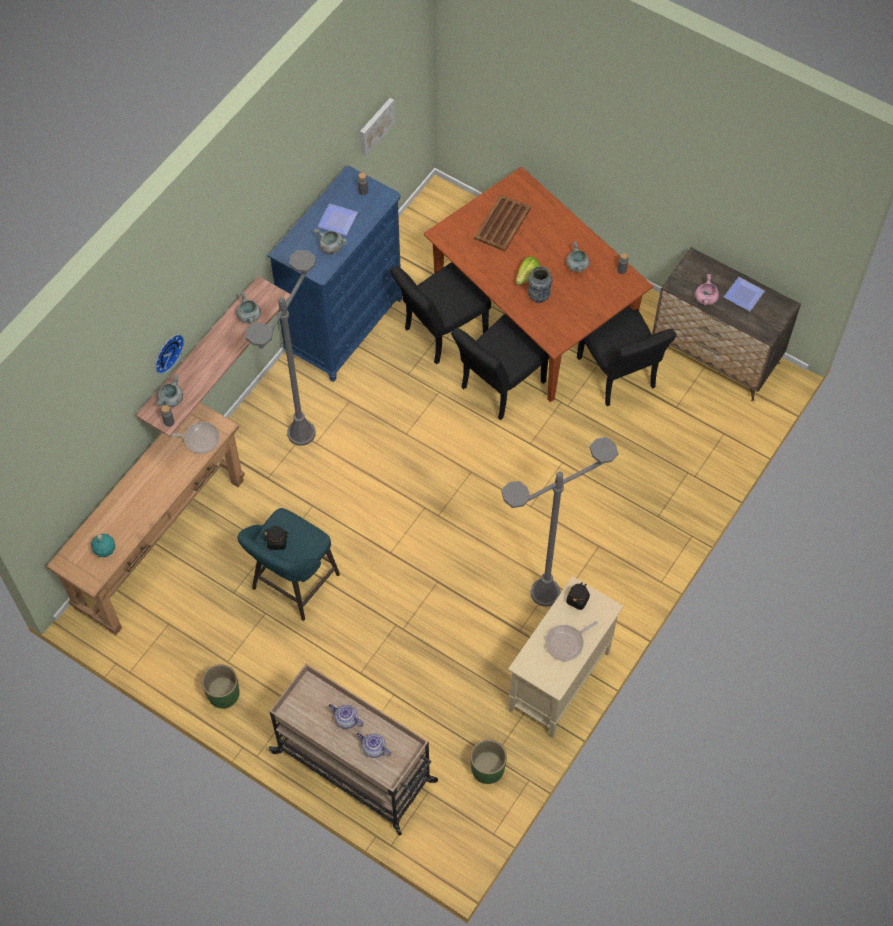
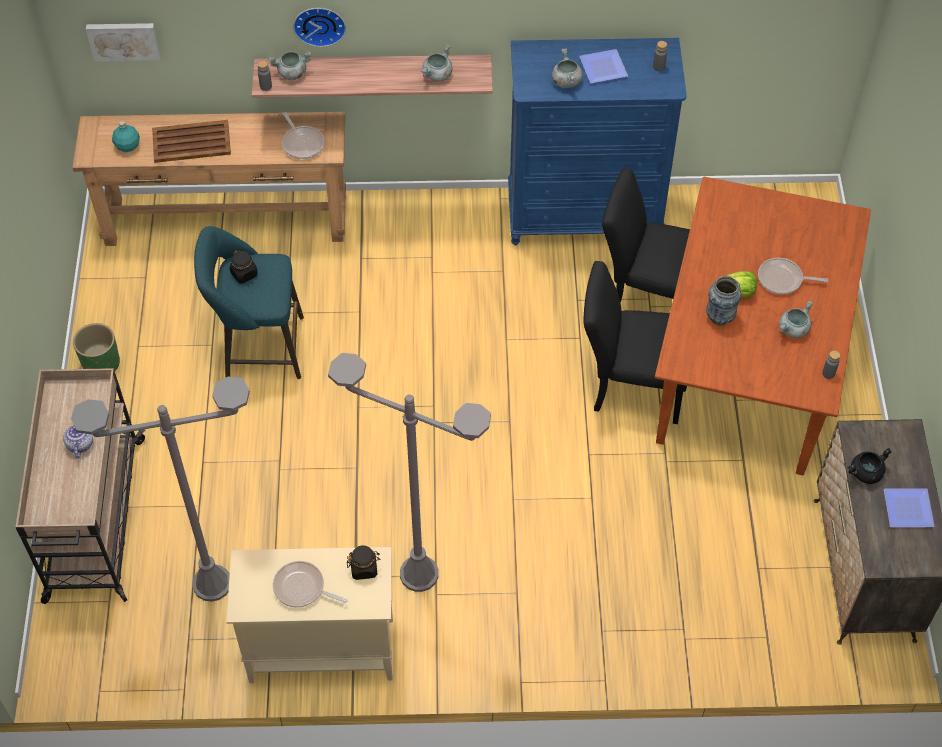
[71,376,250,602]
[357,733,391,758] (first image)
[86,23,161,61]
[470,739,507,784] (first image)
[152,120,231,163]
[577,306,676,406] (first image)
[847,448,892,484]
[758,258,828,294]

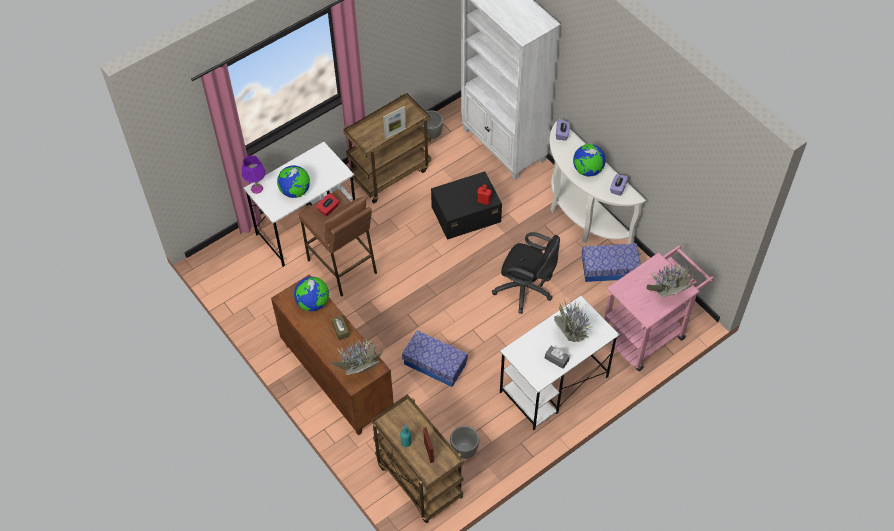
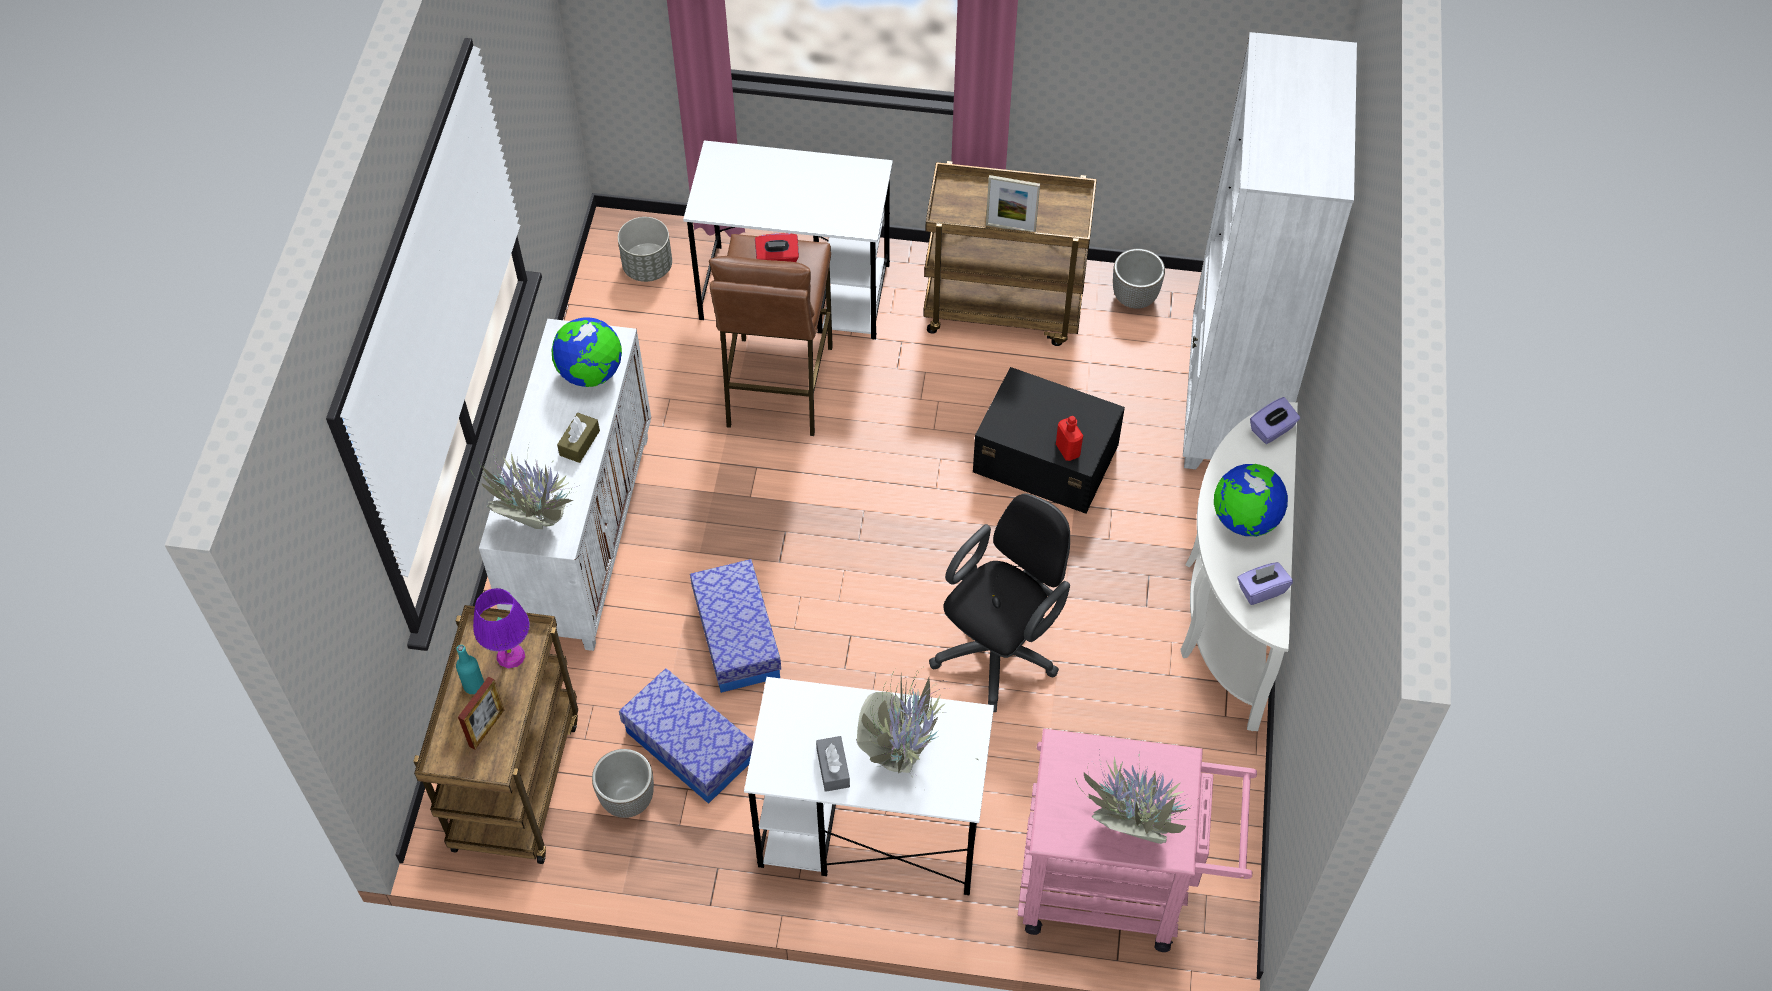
[473,588,530,669]
[479,319,651,651]
[277,165,310,198] (first image)
[929,493,1070,712]
[619,668,753,804]
[618,217,672,282]

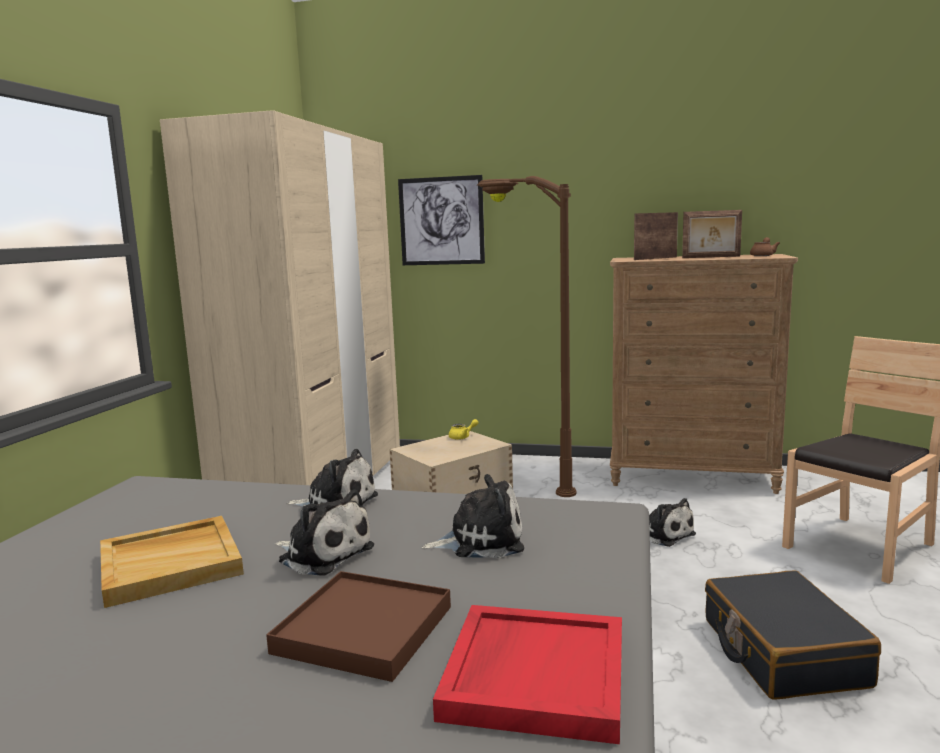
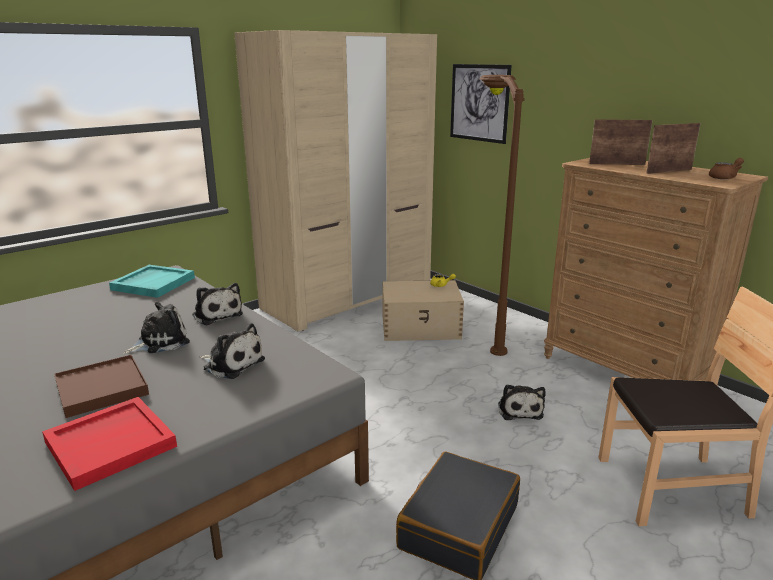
[100,516,244,608] (first image)
[123,301,190,354]
[646,123,700,174]
[109,265,195,298]

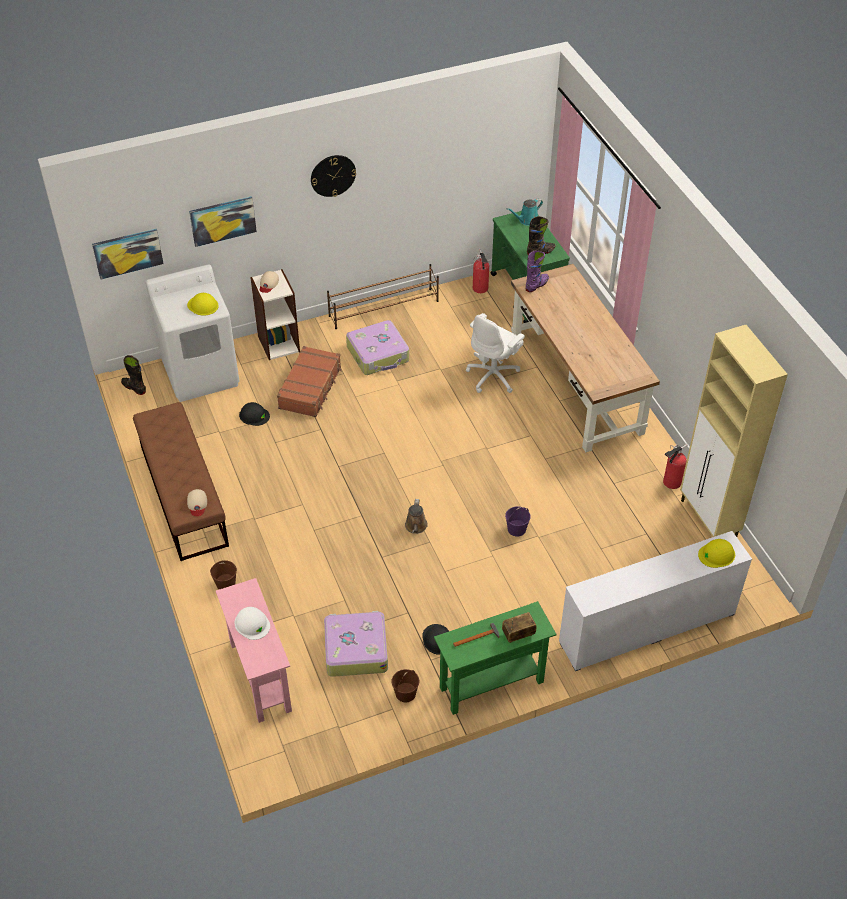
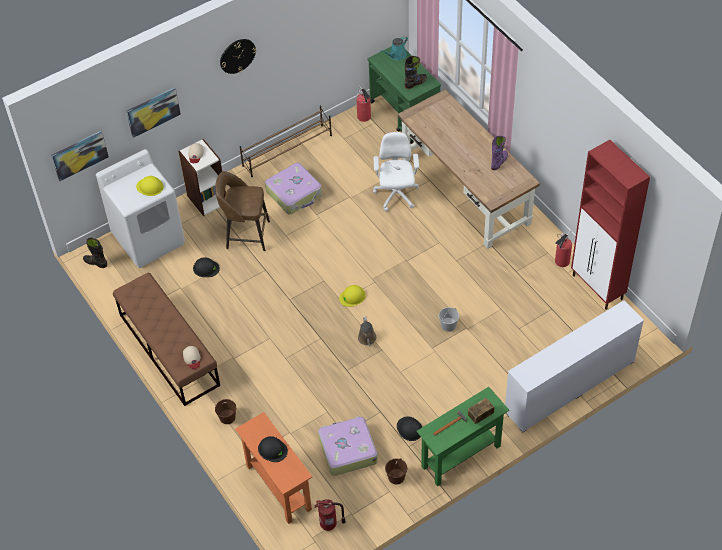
[235,412,312,524]
[258,436,288,462]
[216,171,270,251]
[373,132,419,211]
[439,307,459,332]
[491,136,508,170]
[571,140,650,310]
[339,285,366,307]
[315,499,346,531]

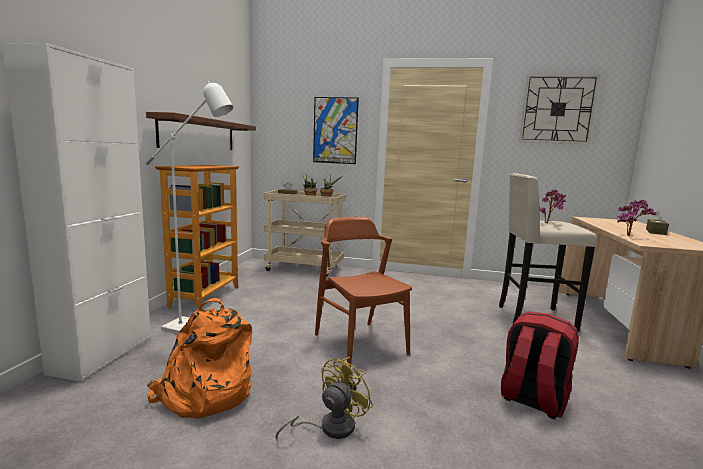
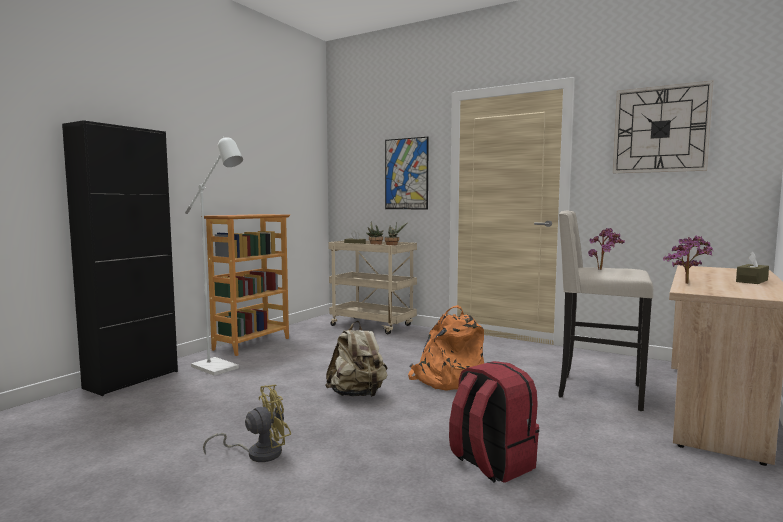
[62,120,178,396]
[146,112,256,150] (first image)
[408,305,484,390]
[325,321,388,397]

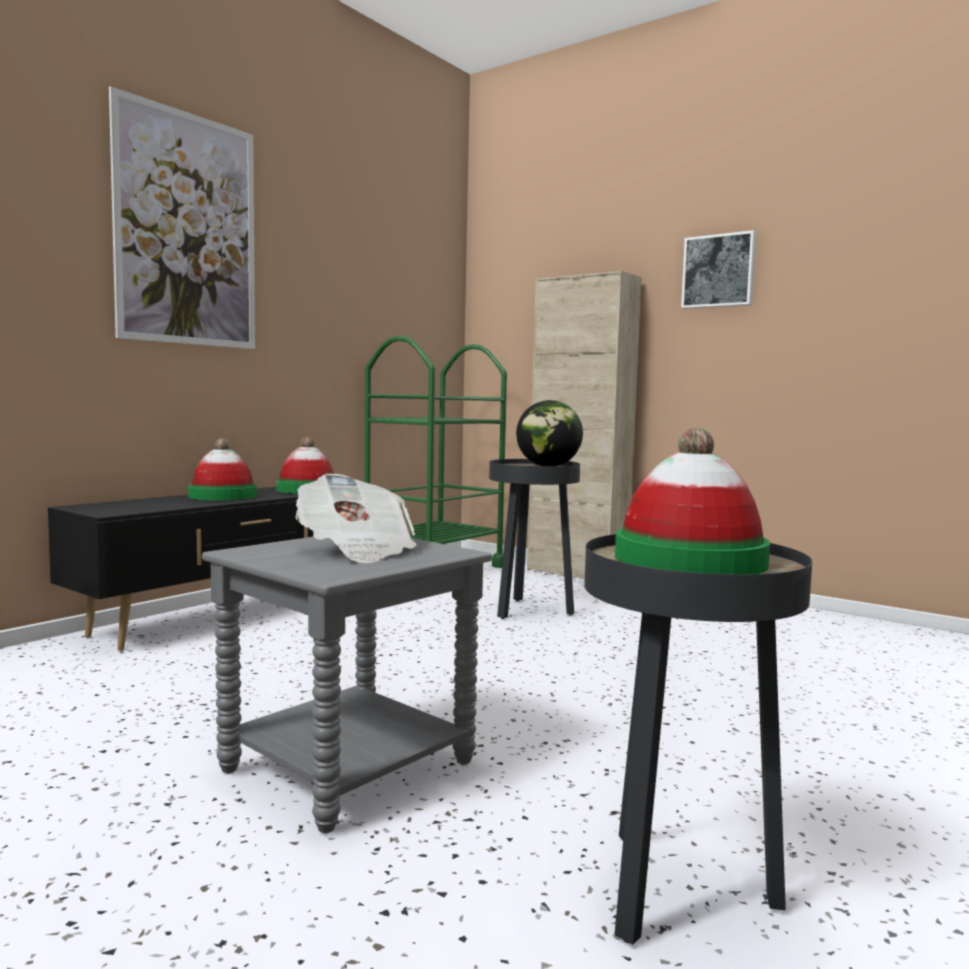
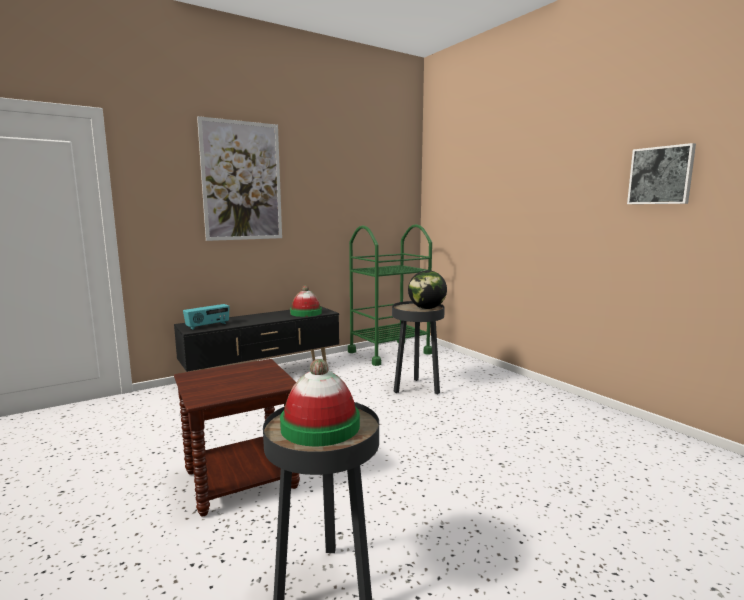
[188,438,257,501] (first image)
[174,359,300,516]
[296,474,417,563] (first image)
[527,271,641,579] (first image)
[627,143,696,204]
[183,304,230,330]

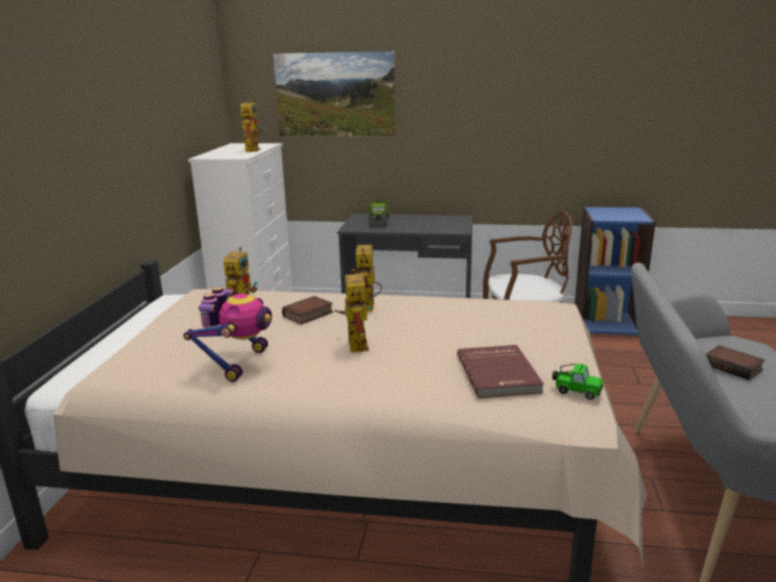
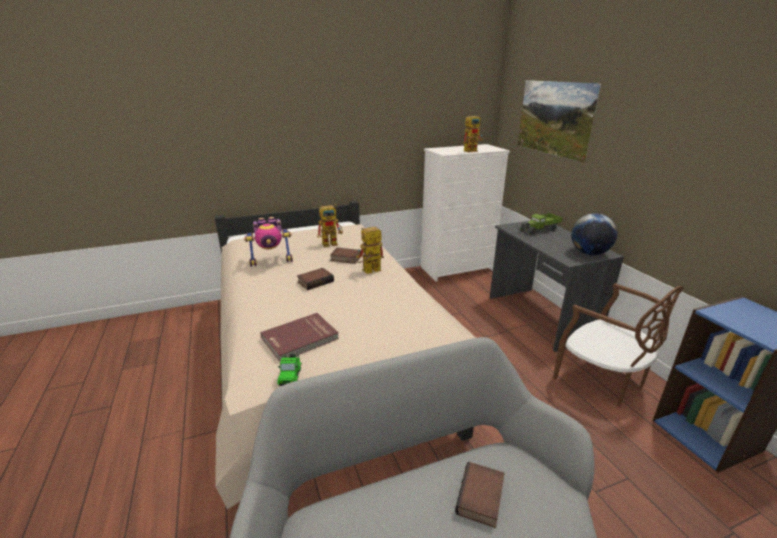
[297,268,334,290]
[571,213,618,255]

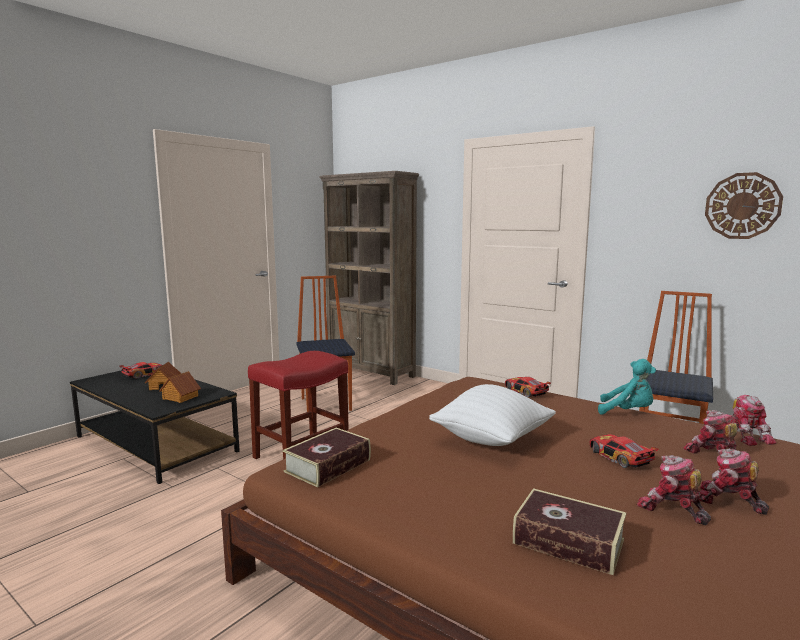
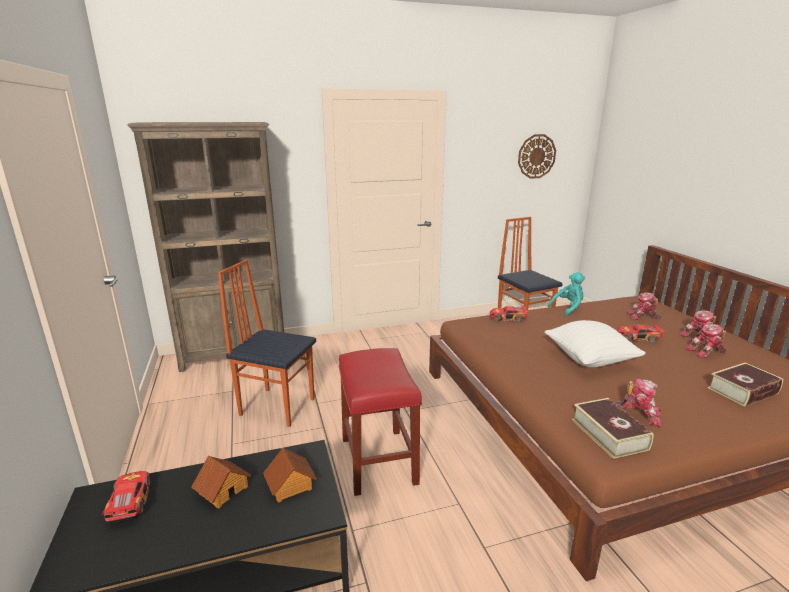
[615,379,661,427]

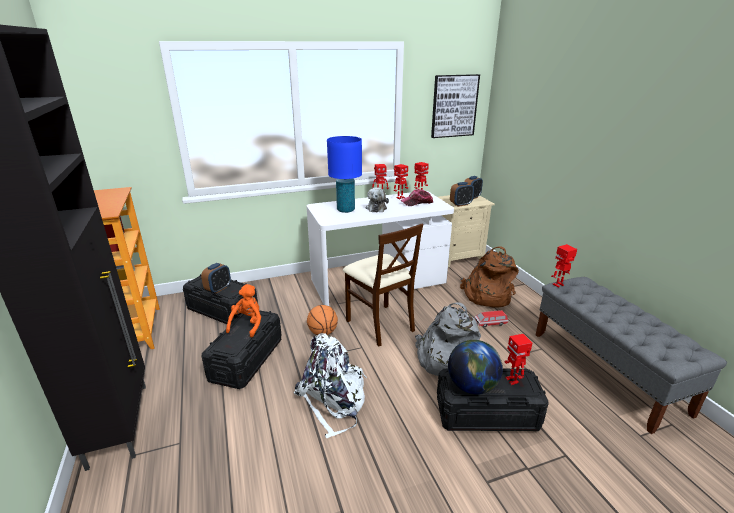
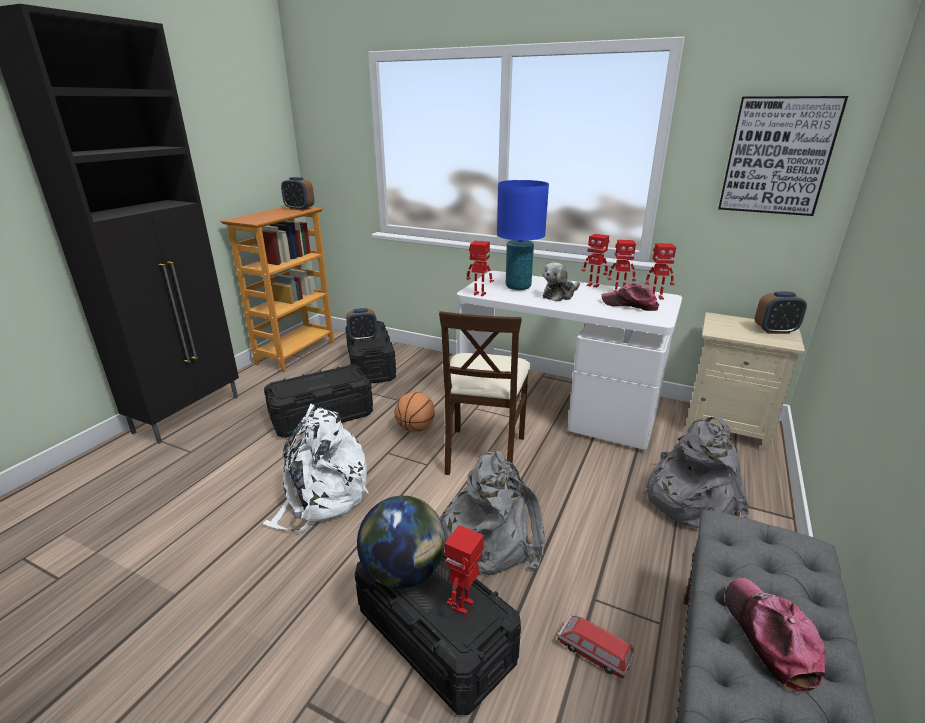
[226,284,261,337] (first image)
[281,177,314,210]
[643,417,749,528]
[556,614,634,680]
[467,241,494,296]
[725,578,826,693]

